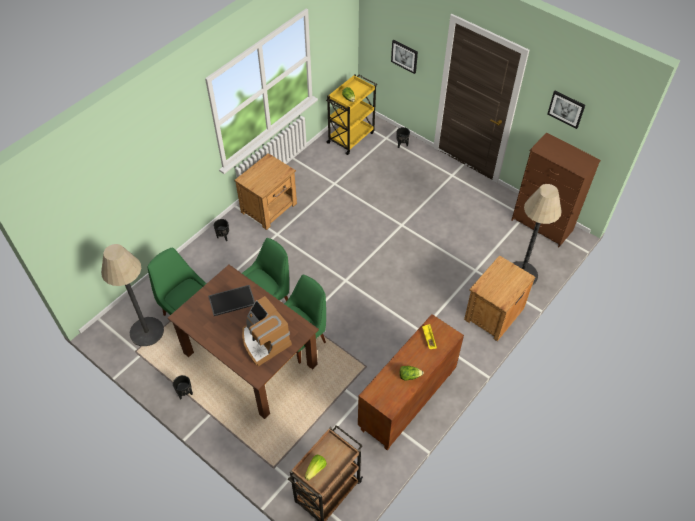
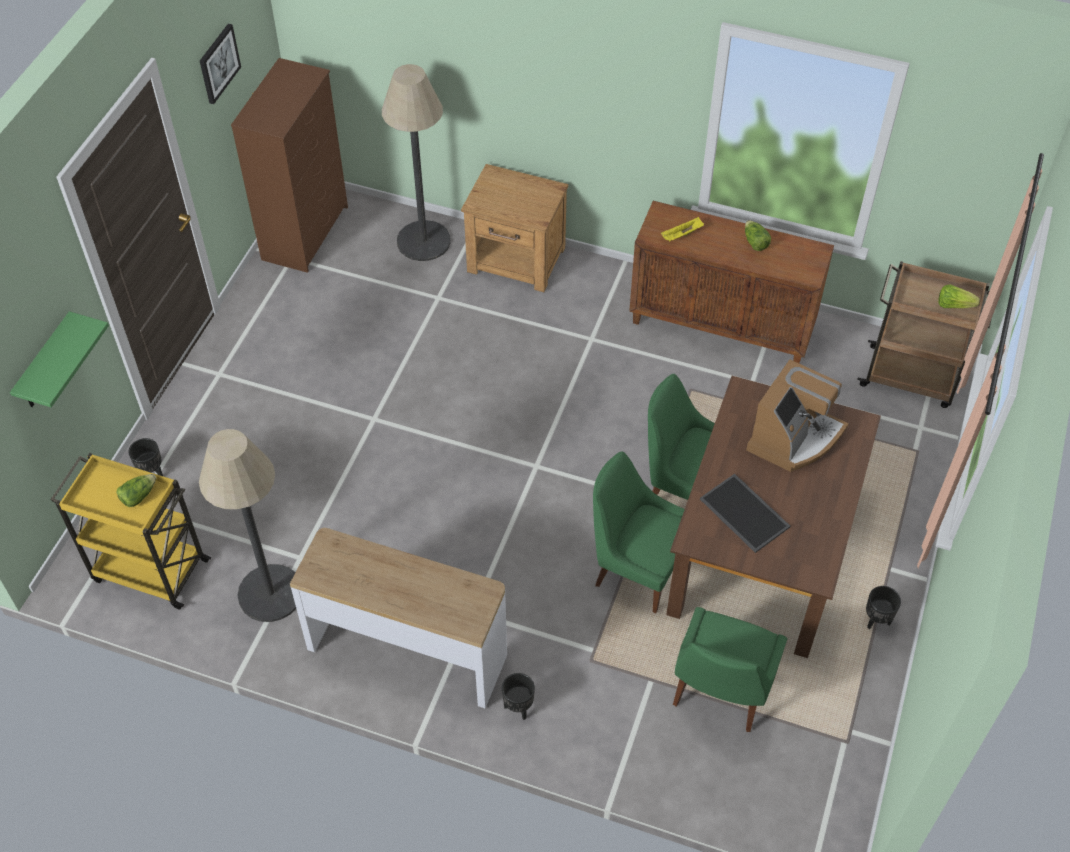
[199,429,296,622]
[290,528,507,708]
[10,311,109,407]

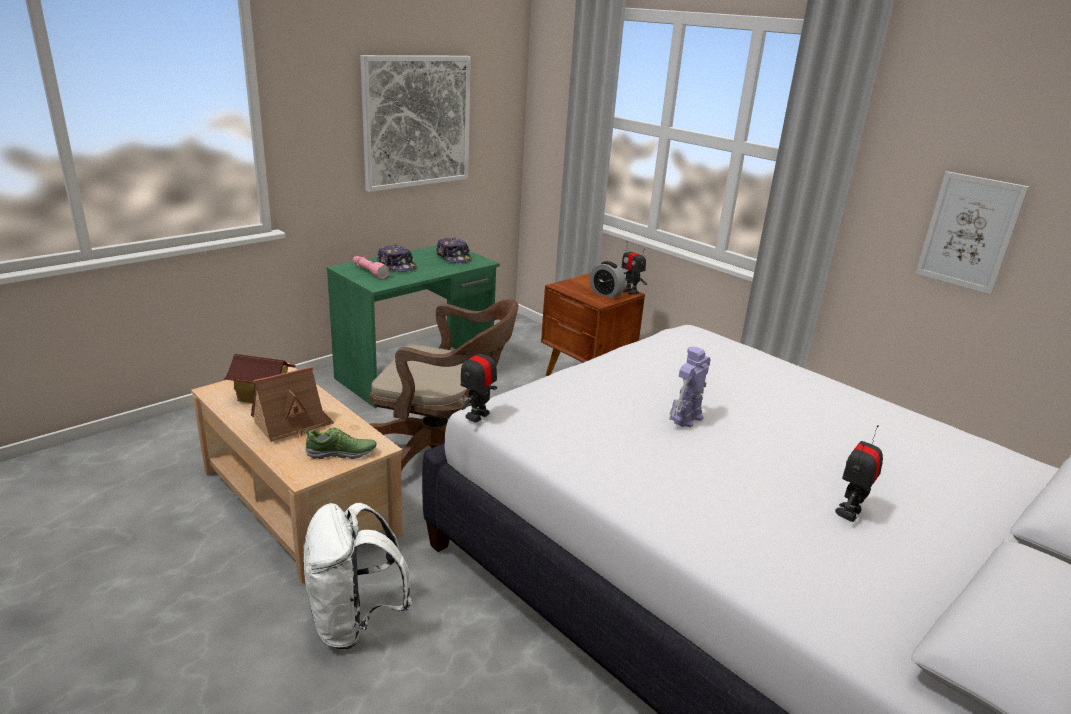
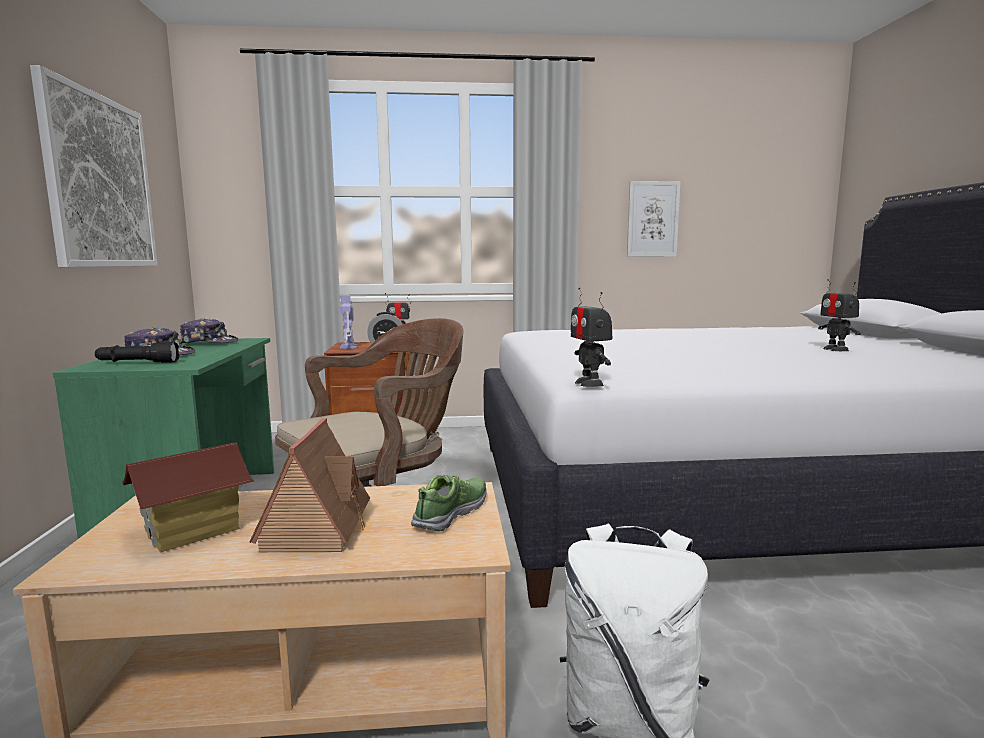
[95,342,180,363]
[339,295,358,349]

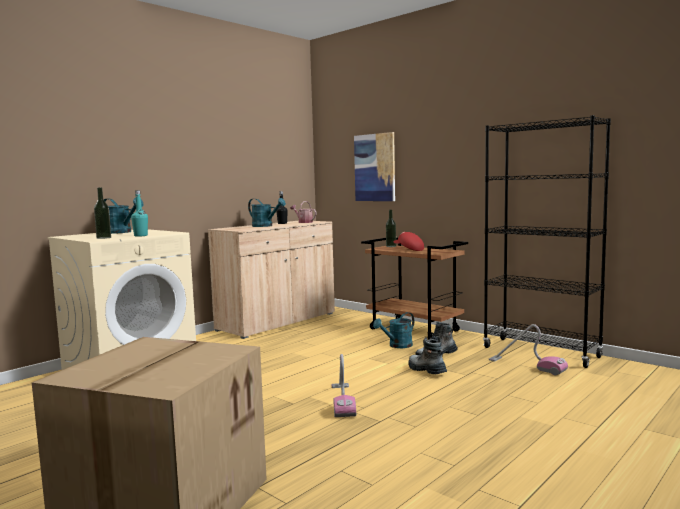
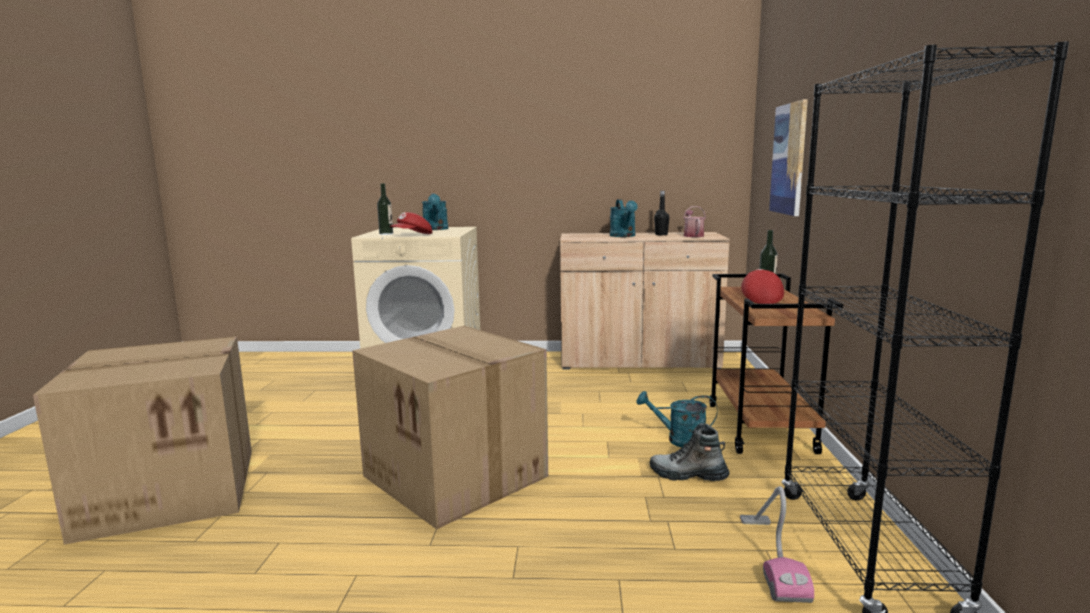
[390,212,432,234]
[352,326,548,529]
[409,336,447,374] (first image)

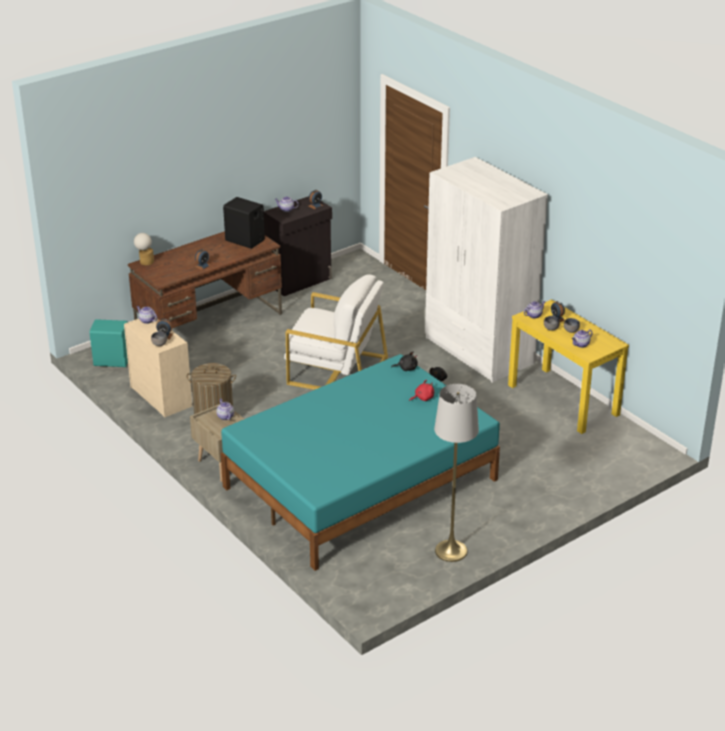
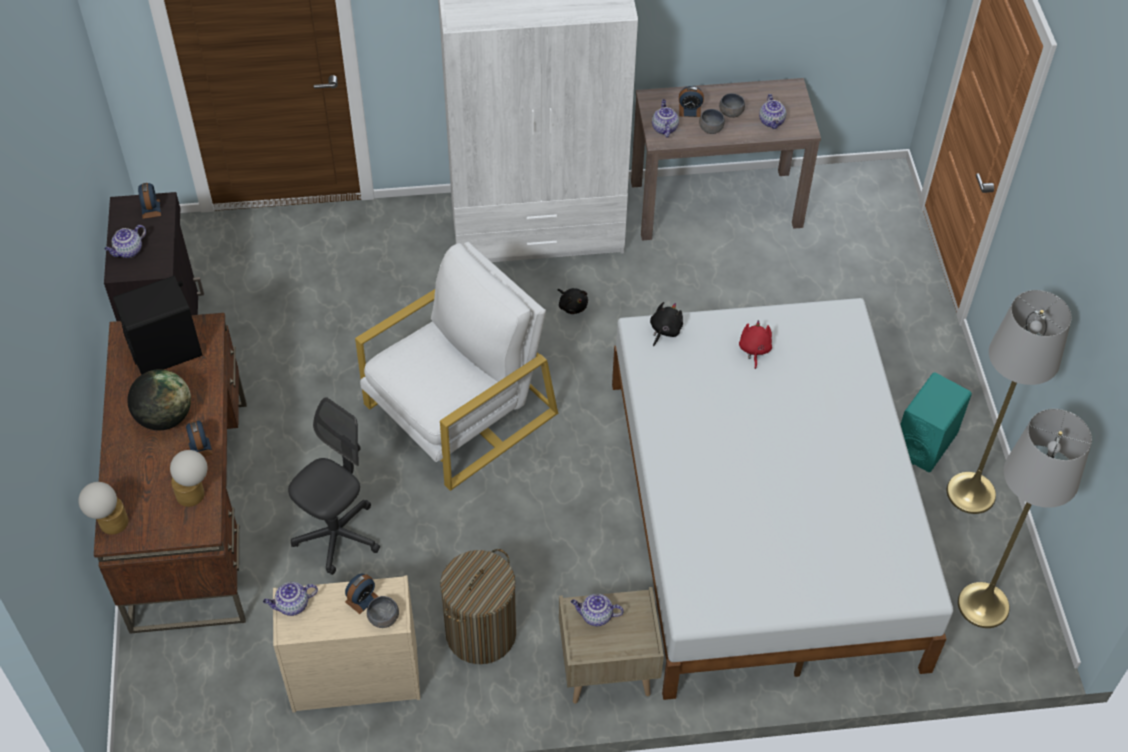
[900,372,972,472]
[612,298,953,700]
[631,78,821,240]
[127,369,191,430]
[170,450,208,507]
[288,397,380,575]
[958,409,1092,628]

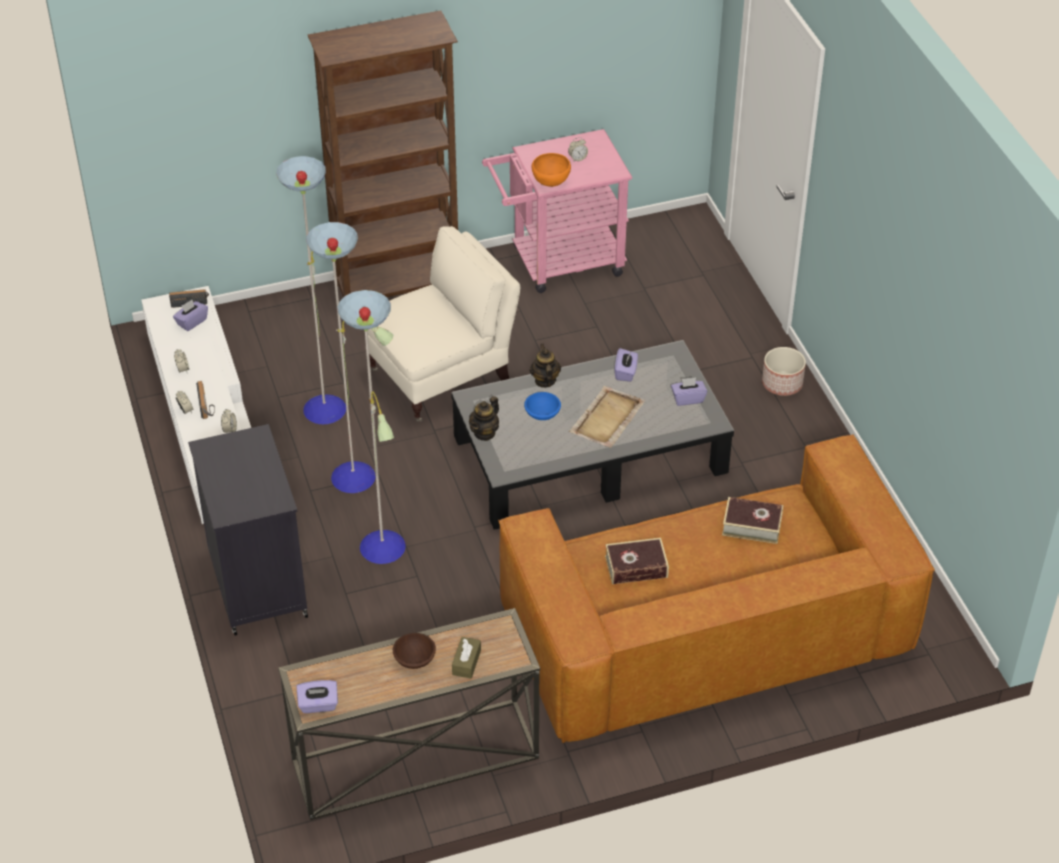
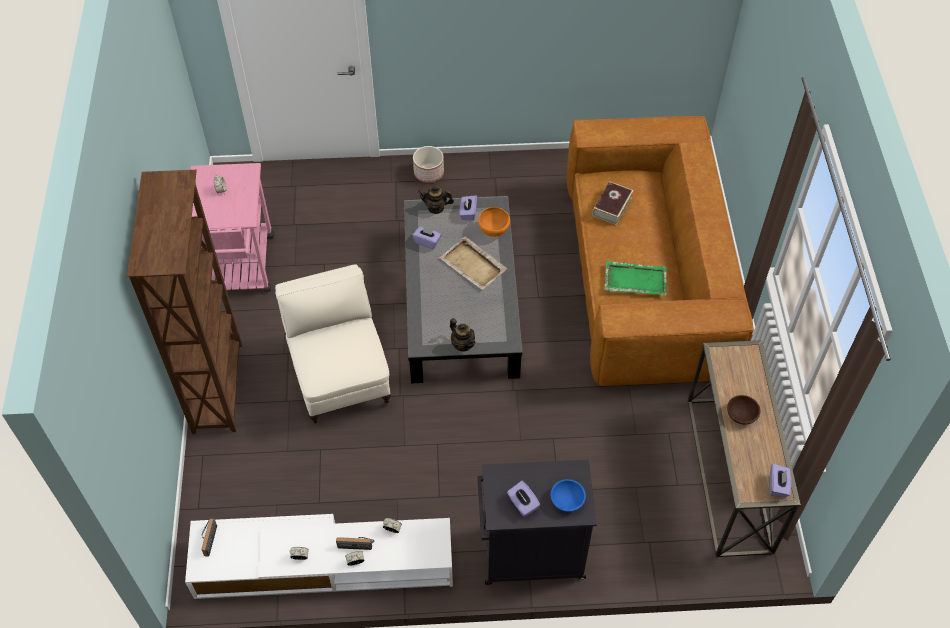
[507,481,540,517]
[276,156,406,564] (first image)
[452,637,481,679] (first image)
[551,479,586,512]
[418,186,454,214]
[478,207,510,237]
[605,261,667,296]

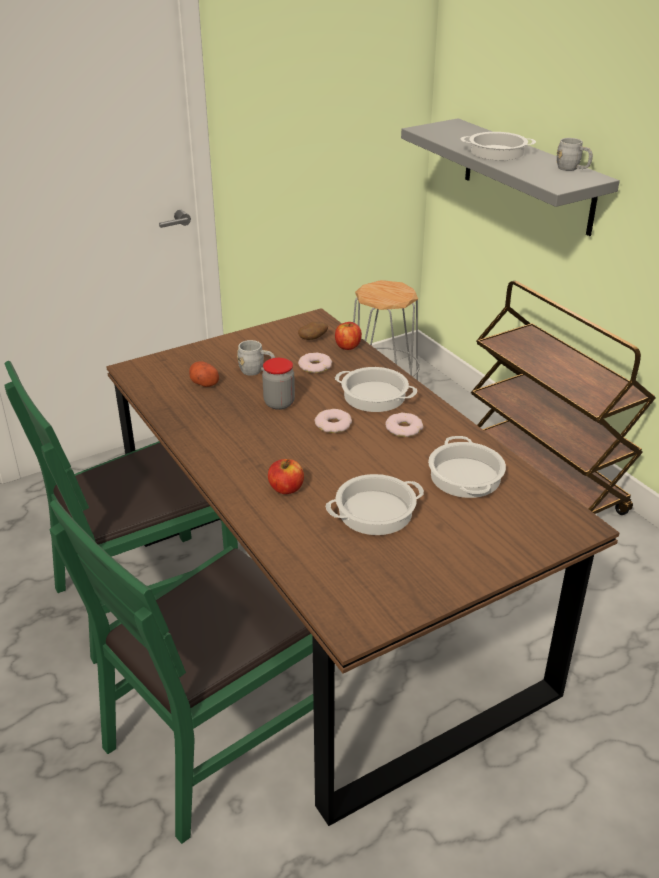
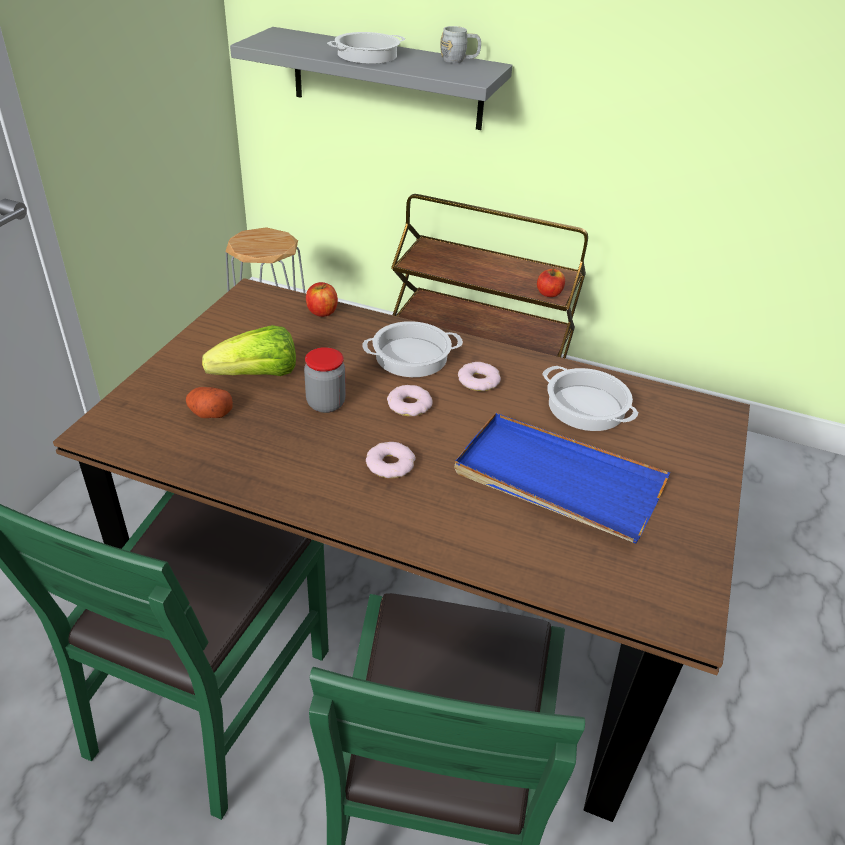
[202,325,296,376]
[537,268,565,297]
[298,322,328,340] (first image)
[366,442,416,478]
[454,413,670,544]

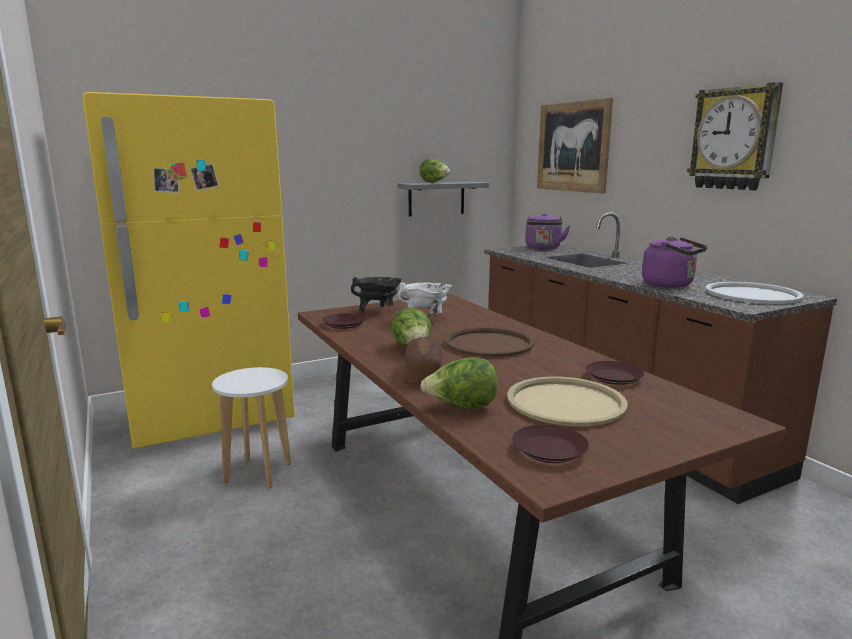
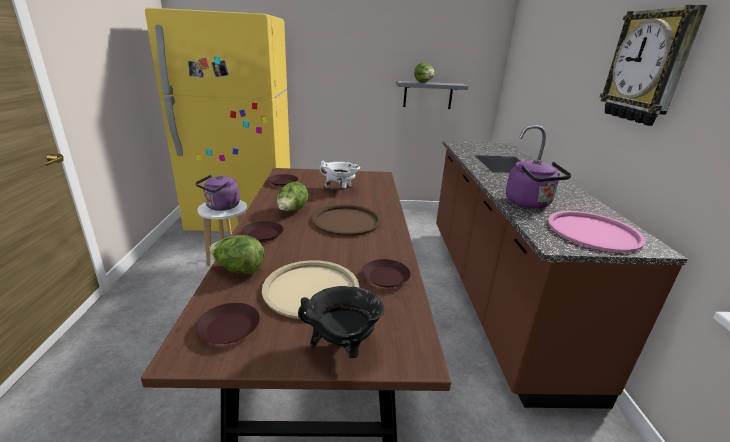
[298,286,384,358]
[241,221,284,242]
[195,175,240,211]
[537,98,613,194] (first image)
[548,211,646,252]

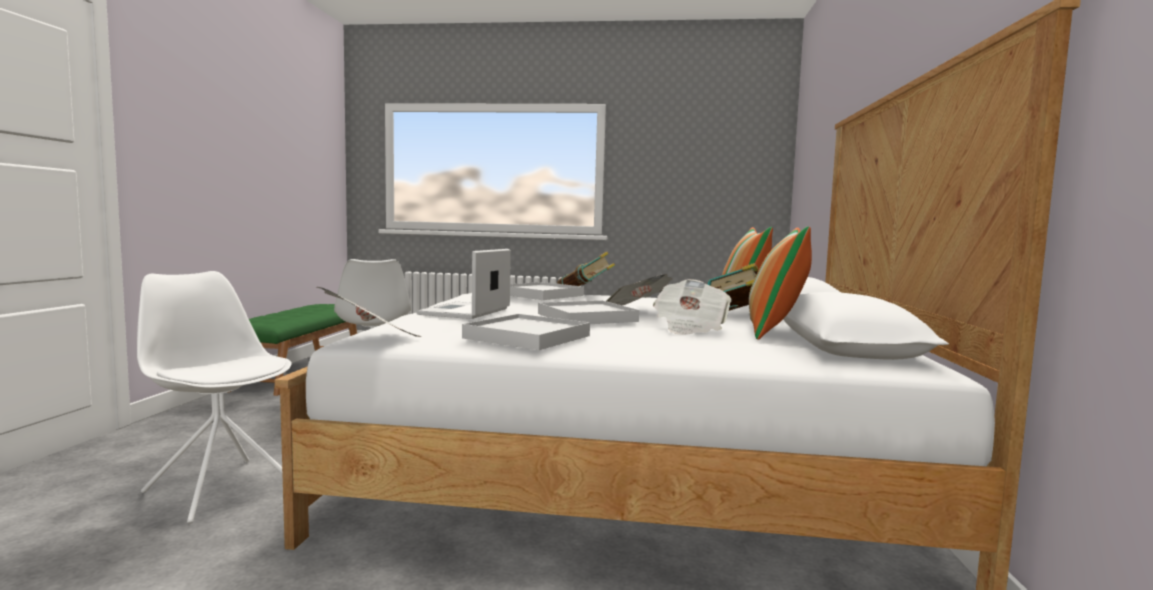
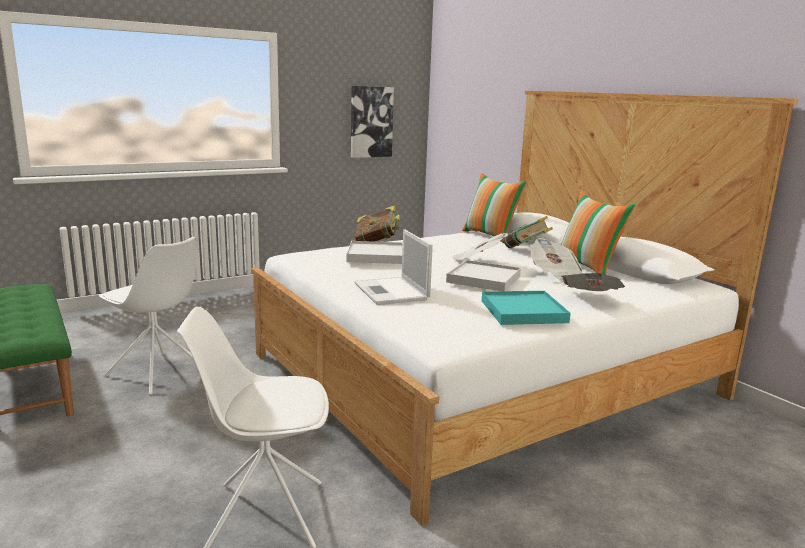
[561,273,625,291]
[482,291,571,325]
[351,86,394,158]

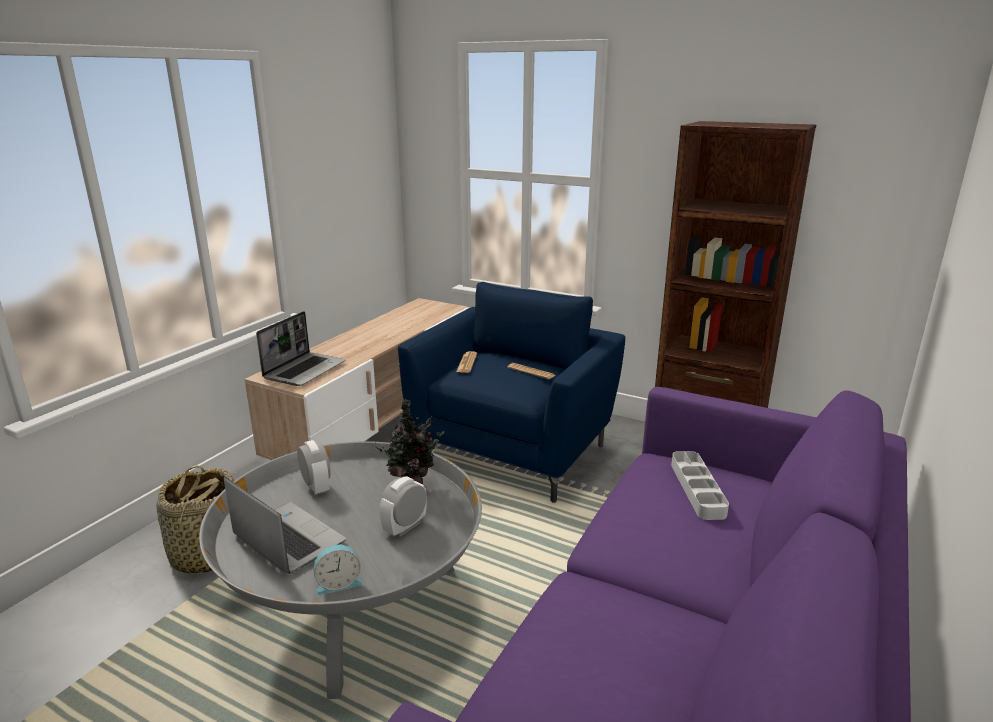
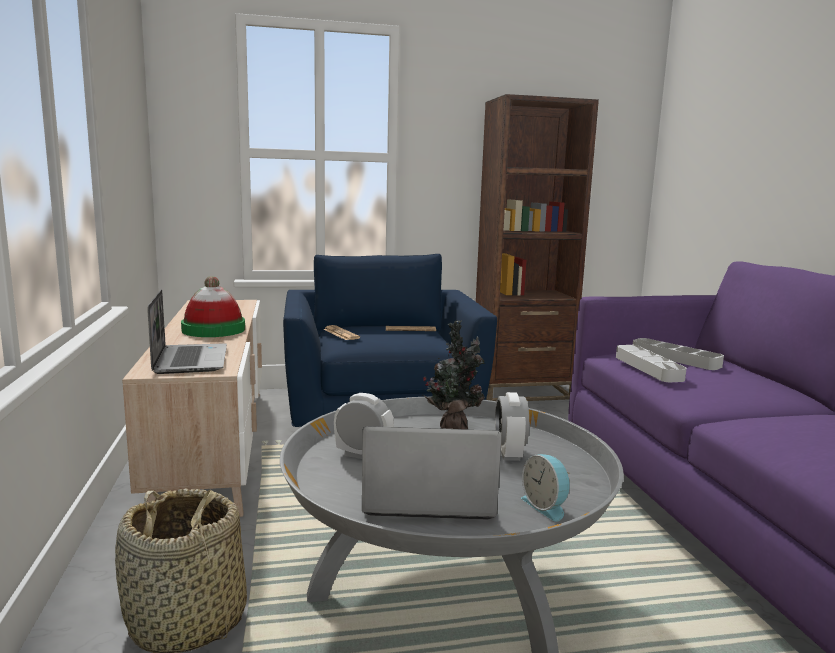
[521,454,571,522]
[181,276,245,337]
[616,345,687,382]

